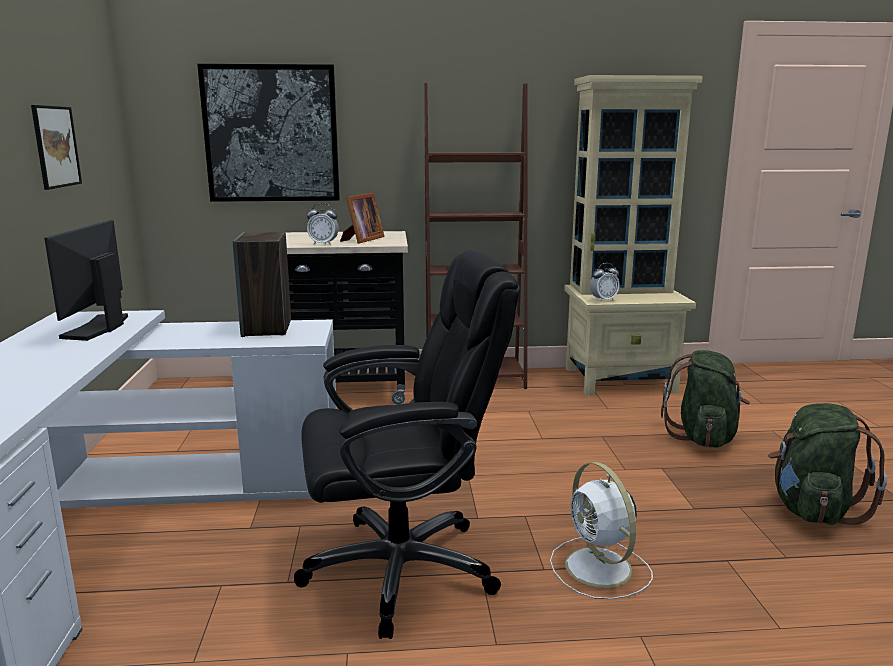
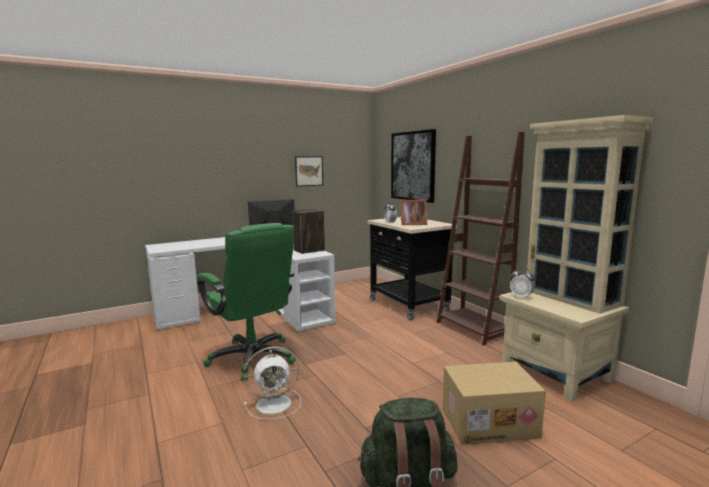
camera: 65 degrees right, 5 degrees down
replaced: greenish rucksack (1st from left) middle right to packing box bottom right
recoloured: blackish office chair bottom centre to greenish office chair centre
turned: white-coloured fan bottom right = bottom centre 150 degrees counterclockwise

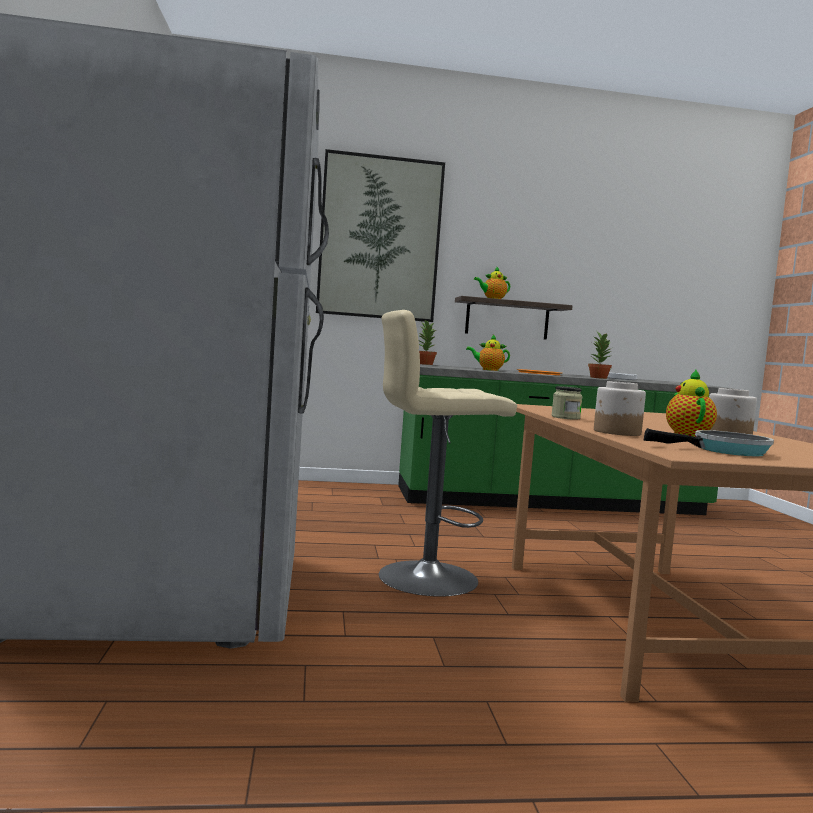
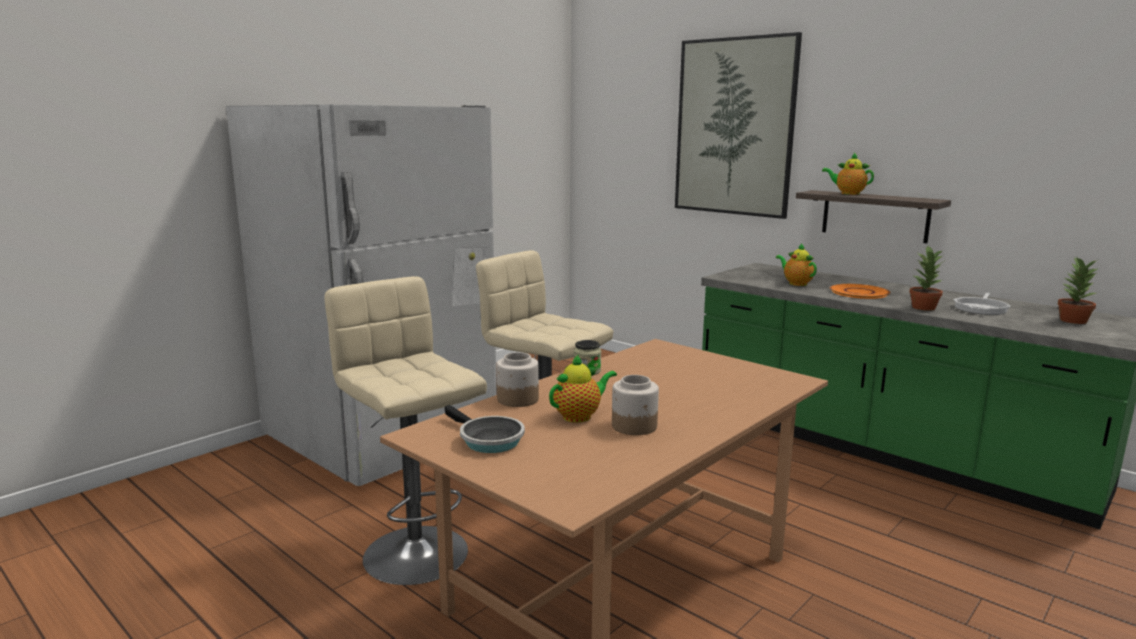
camera: 50 degrees right, 10 degrees up
added: sand-coloured sitting stool (1st from left) bottom centre
moved: plant in a pot (1st from left in the first image) centre to plant in a pot (2nd from left) middle right

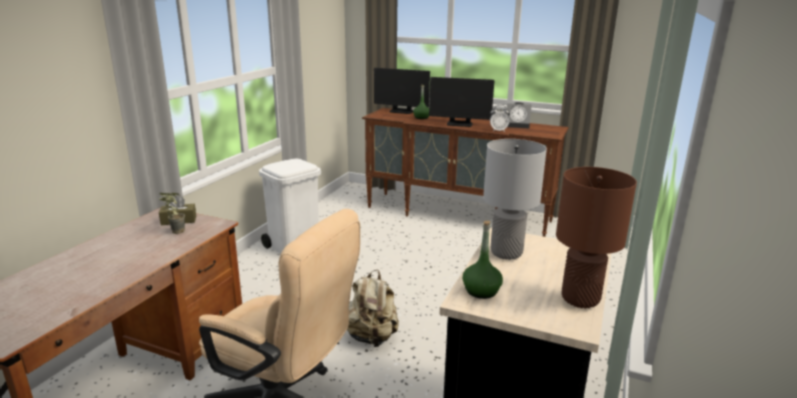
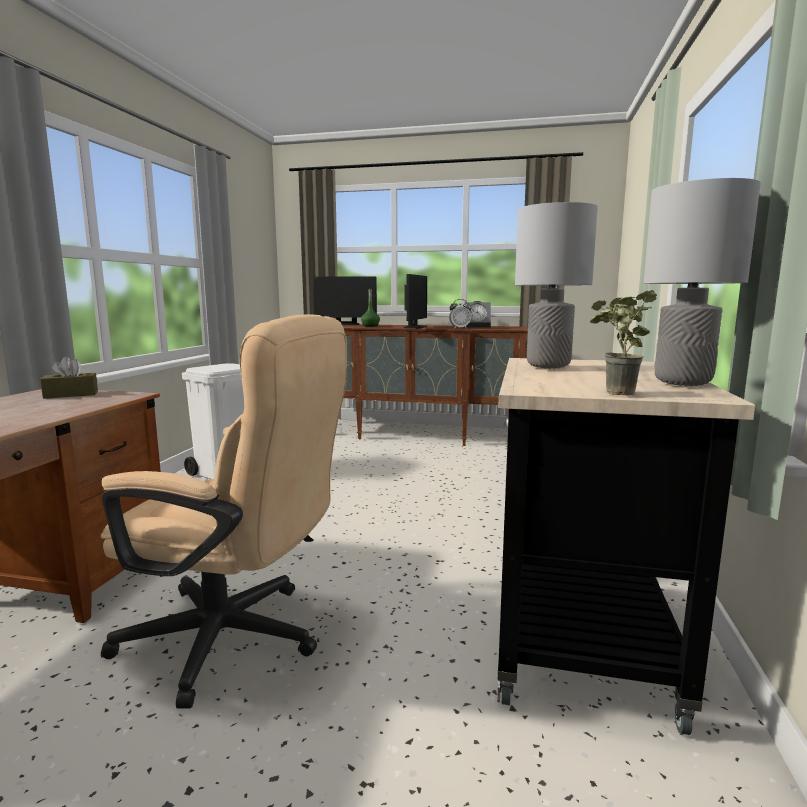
camera: 10 degrees left, 10 degrees down
removed: sand-coloured rucksack bottom centre; greenish drink bottle (2nd from left) centre
moved: plant in a pot middle left to middle right
recoloured: brownish tabletop lamp middle right to grey tabletop lamp (2nd from left) middle right
turned: computer display (2nd from left) top centre = centre 75 degrees counterclockwise

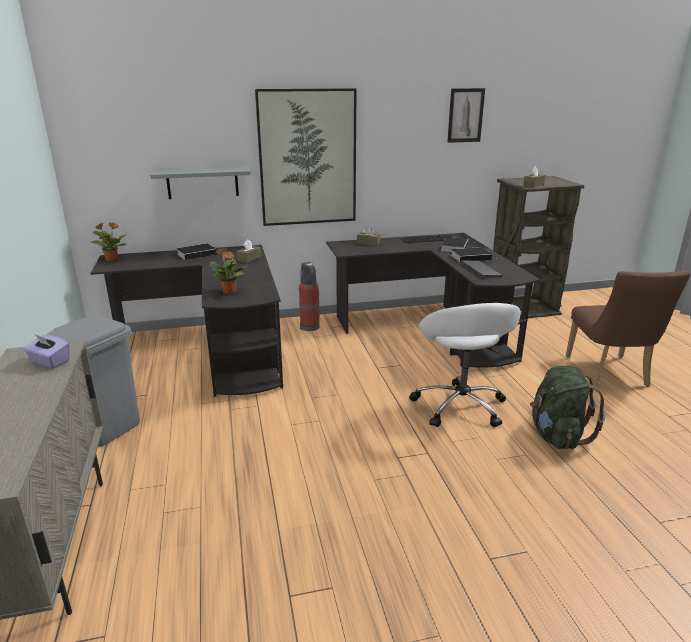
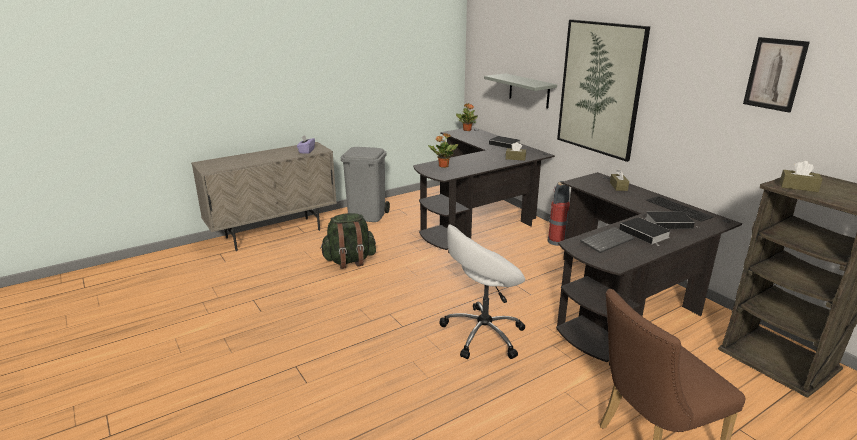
camera: 70 degrees right, 0 degrees up
moved: greenish rucksack middle right to centre

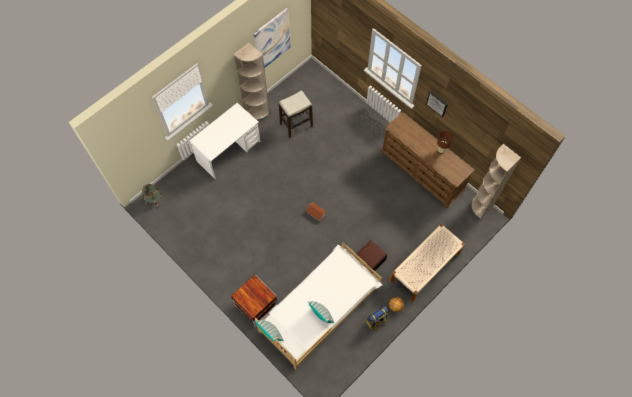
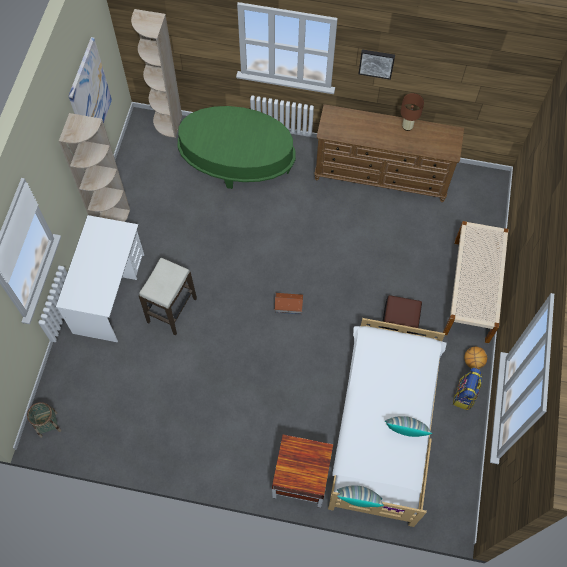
camera: 35 degrees left, 0 degrees up
added: greenish lounge table top centre
moved: sand-coloured shelving unit (2nd from left) middle right to top left; sitting stool top centre to middle left

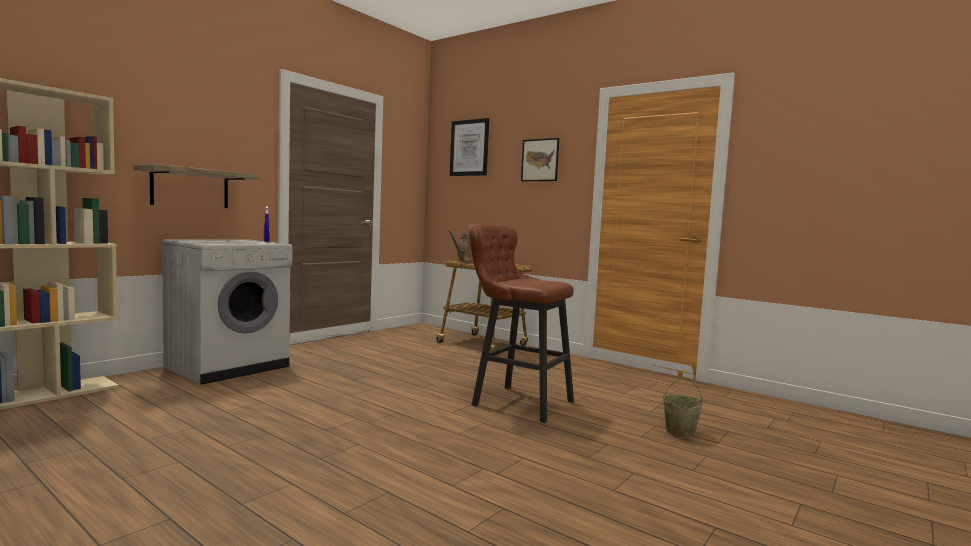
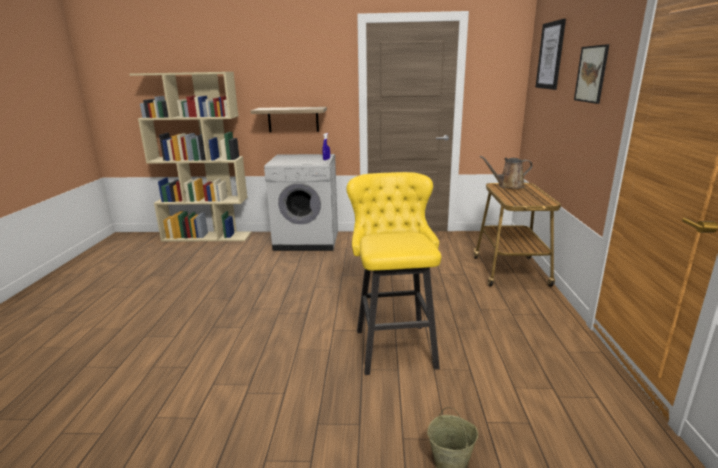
camera: 55 degrees right, 15 degrees up
recoloured: brownish sitting stool centre to yellow sitting stool centre

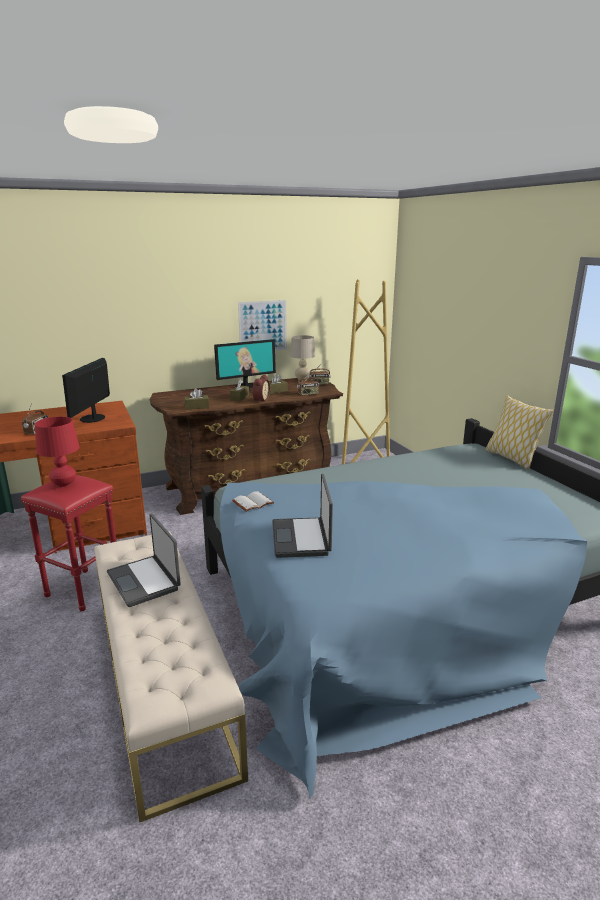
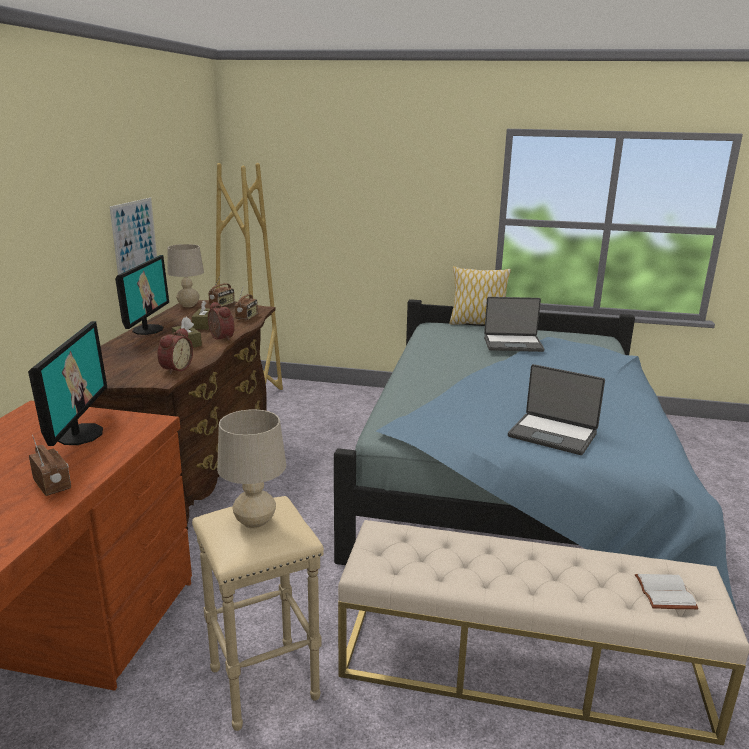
camera: 55 degrees left, 0 degrees up
moved: portable computer (1st from left) middle left to middle right; white-coloured book centre to bottom right
replaced: brownish box of tissues (1st from left) middle left to table clock (1st from left) middle left
recoloured: red sitting stool middle left to sand-coloured sitting stool bottom centre; red tabletop lamp middle left to sand-coloured tabletop lamp (2nd from left) centre
turned: computer display (1st from left) middle left = middle left 135 degrees counterclockwise

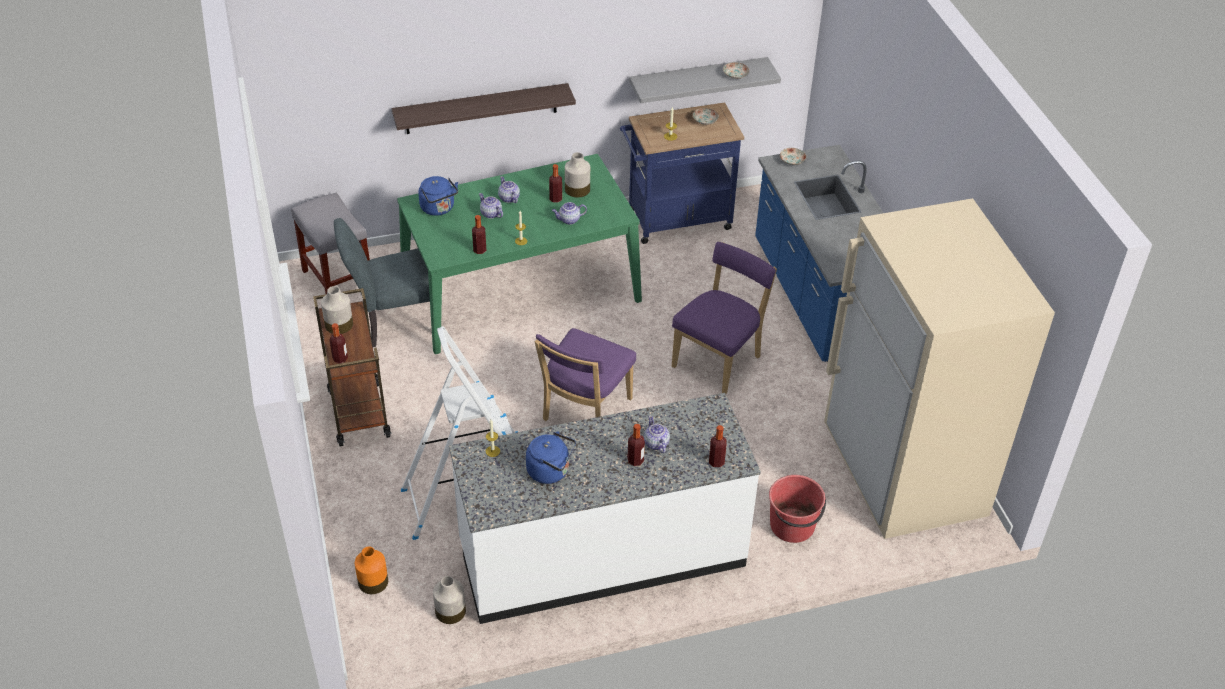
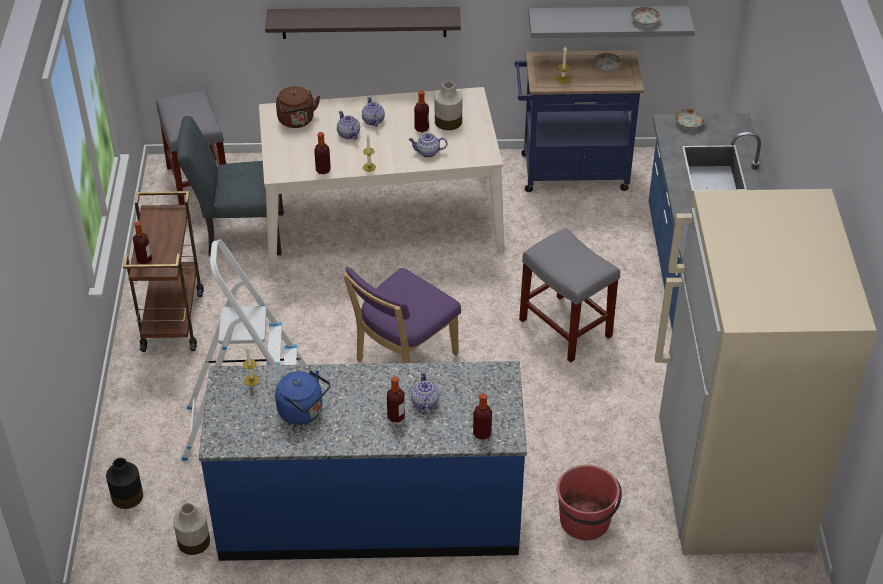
camera: 15 degrees right, 0 degrees up
removed: sand-coloured vase (1st from left) middle left
replaced: purplish plain chair (2nd from left) centre to grey sitting stool (2nd from left) centre
recoloured: orangey vase bottom left to blackish vase bottom left; white-coloured kitchen base unit bottom centre to bluish kitchen base unit (1st from left) bottom centre; greenish dinner table centre to sand-coloured dinner table top centre; bluish kettle (1st from left) top centre to brownish kettle top centre

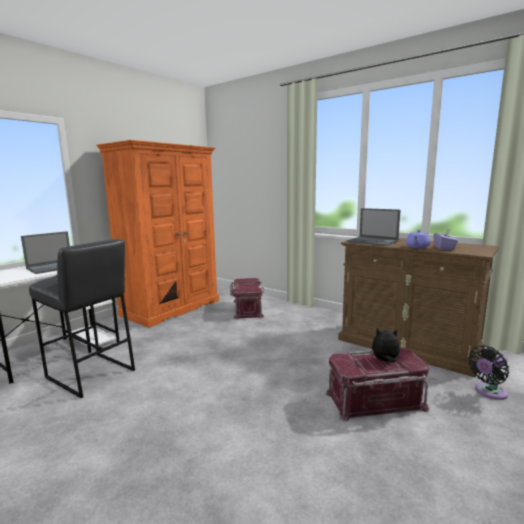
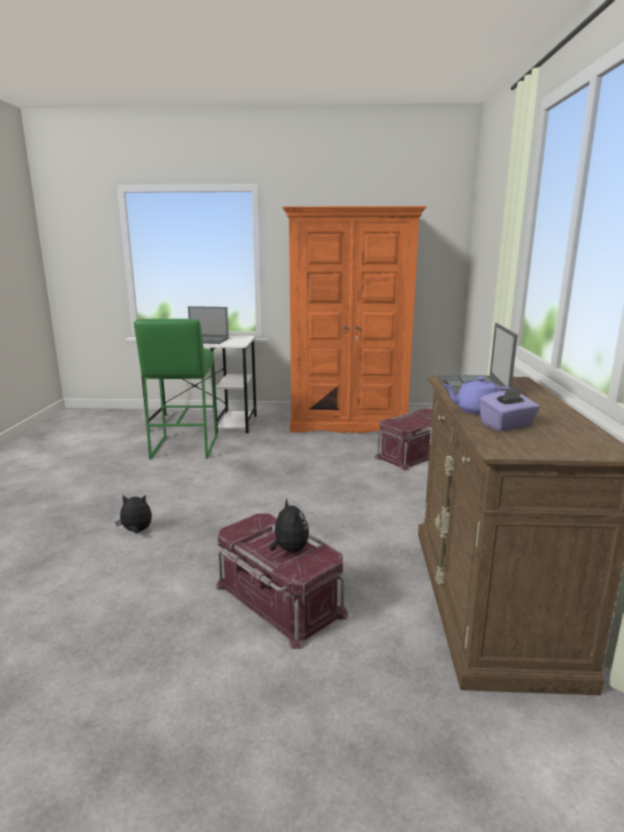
camera: 55 degrees right, 5 degrees up
removed: blackish fan bottom right
added: plush toy (1st from left) middle left
recoloured: grey sitting stool middle left to greenish sitting stool middle left

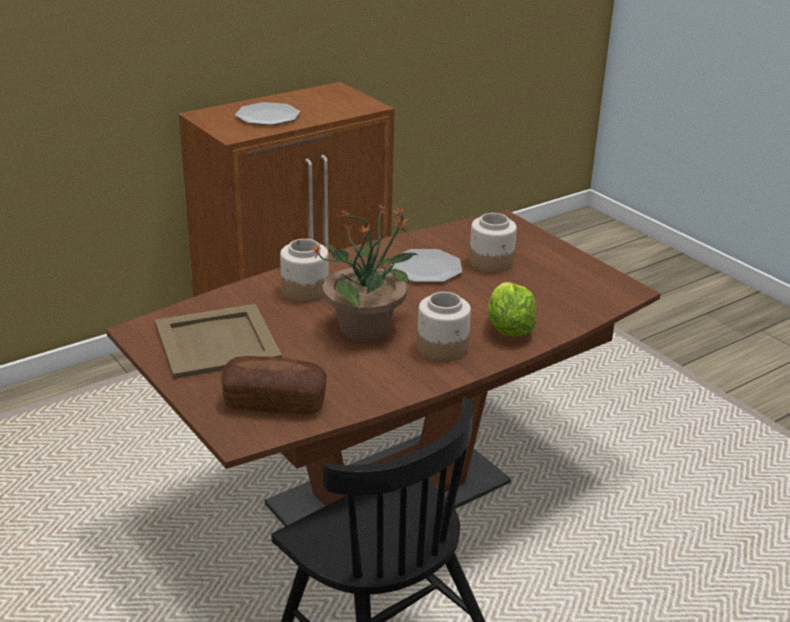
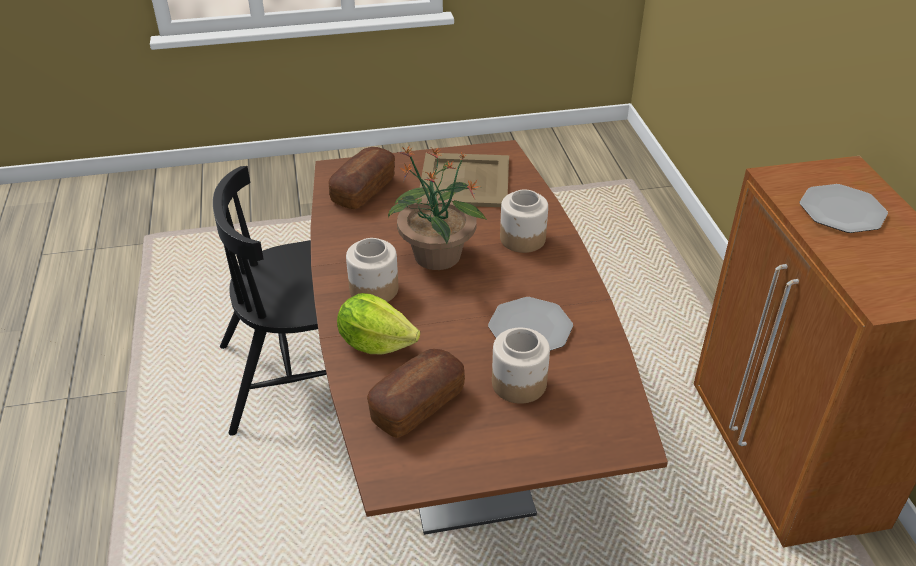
camera: 115 degrees right, 10 degrees up
added: baked bread (2nd from left) bottom centre

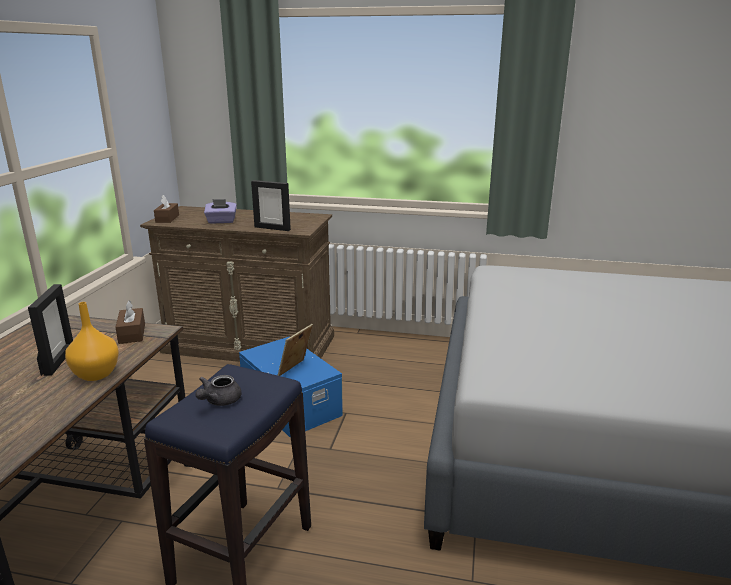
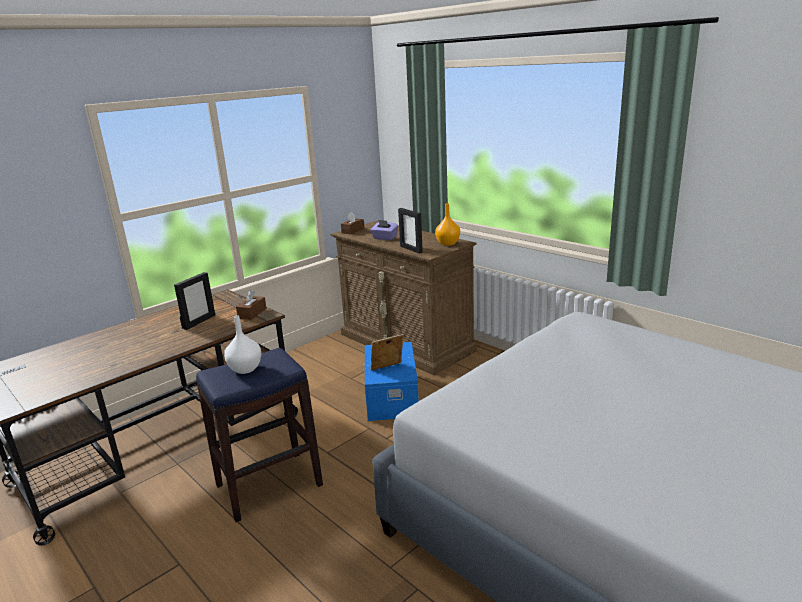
camera: 35 degrees right, 0 degrees up
moved: orangey vase middle left to centre
replaced: grey tea pot bottom left to white-coloured vase middle left

